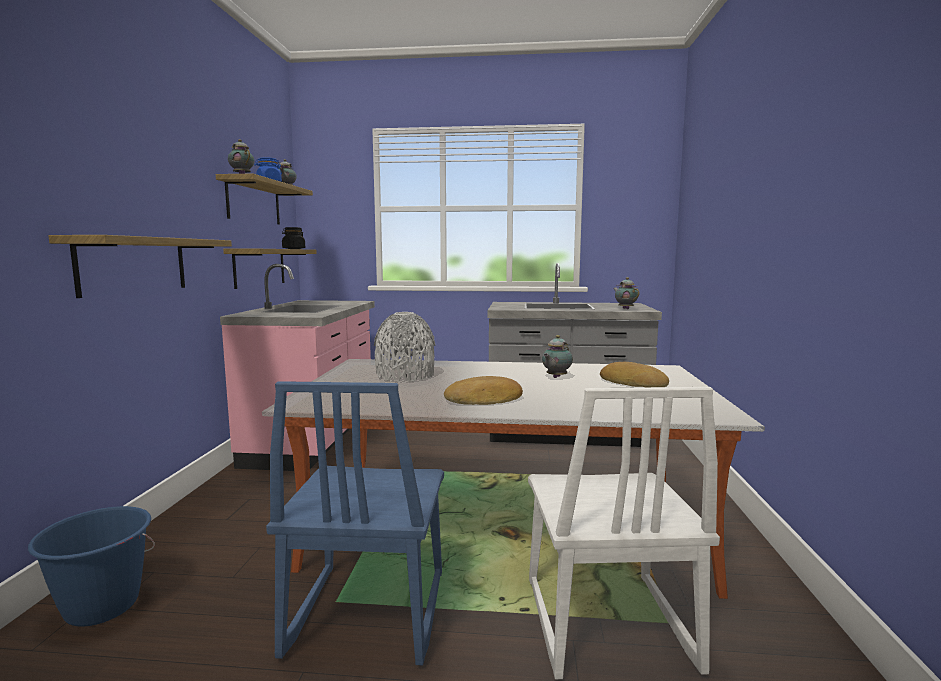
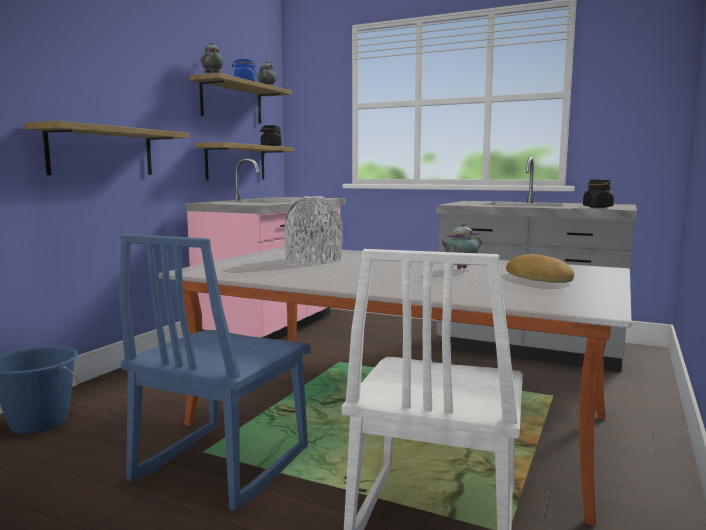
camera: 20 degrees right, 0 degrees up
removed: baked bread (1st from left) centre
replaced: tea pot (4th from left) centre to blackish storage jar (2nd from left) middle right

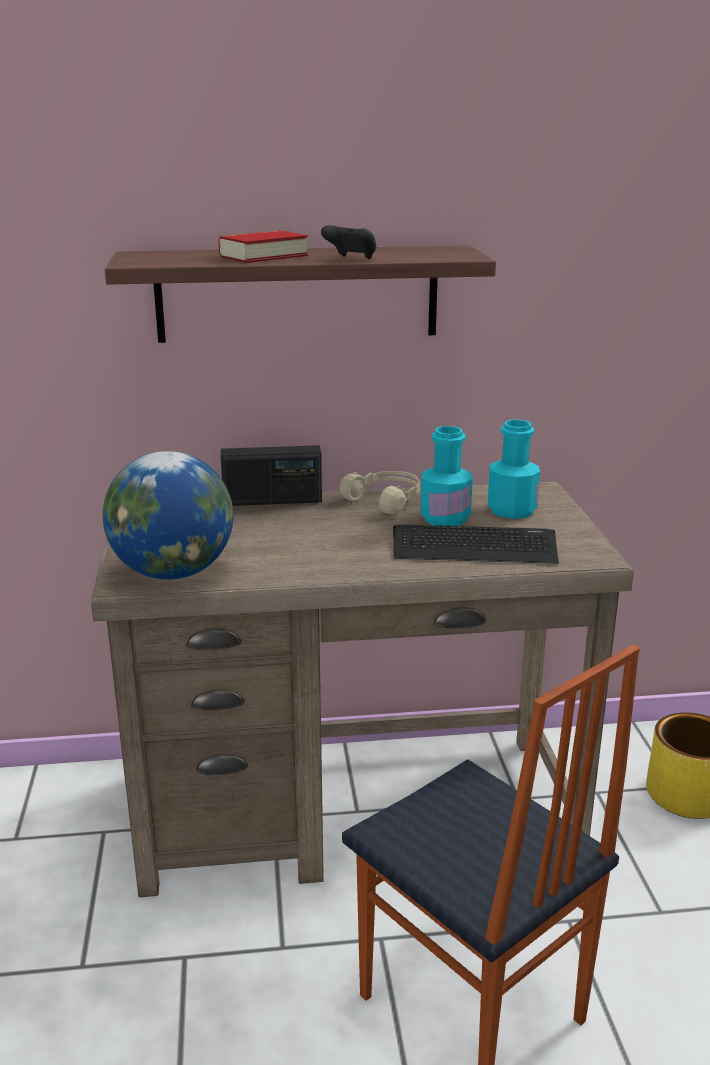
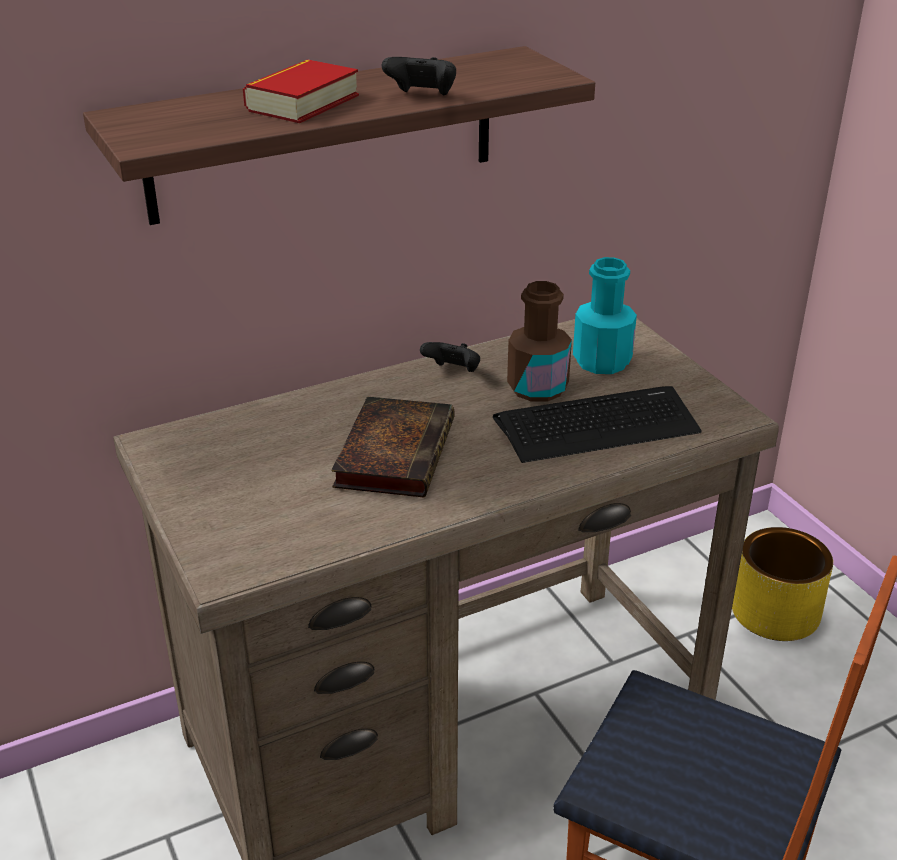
camera: 20 degrees left, 10 degrees up
removed: world globe middle left; radio centre
added: book (2nd from left) centre
replaced: sand-coloured pair of headphones centre to blackish joypad (2nd from left) centre
recoloured: blue-green drink bottle (1st from left) centre to brownish drink bottle centre

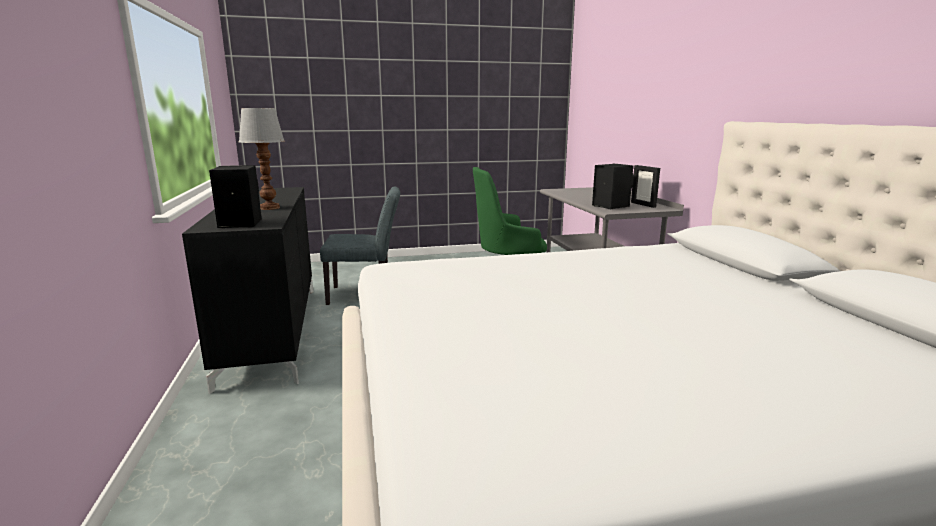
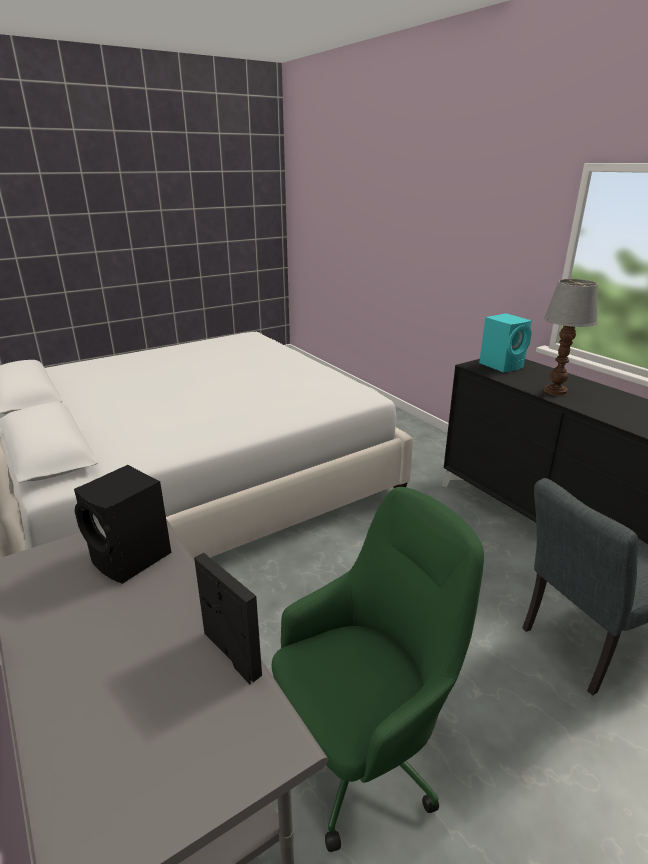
camera: 160 degrees right, 10 degrees up
moved: picture frame middle right to bottom centre
recoloured: blackish speaker (1st from left) middle left to blue-green speaker middle right

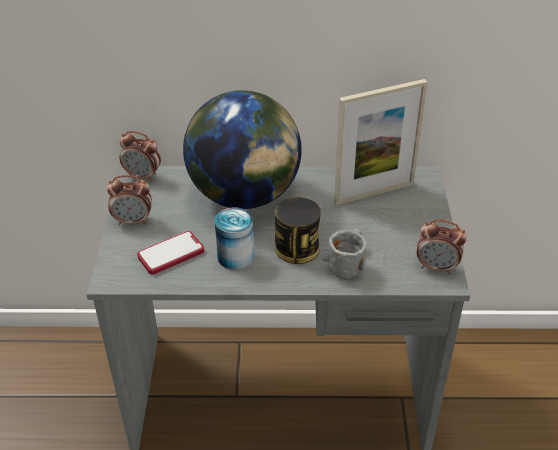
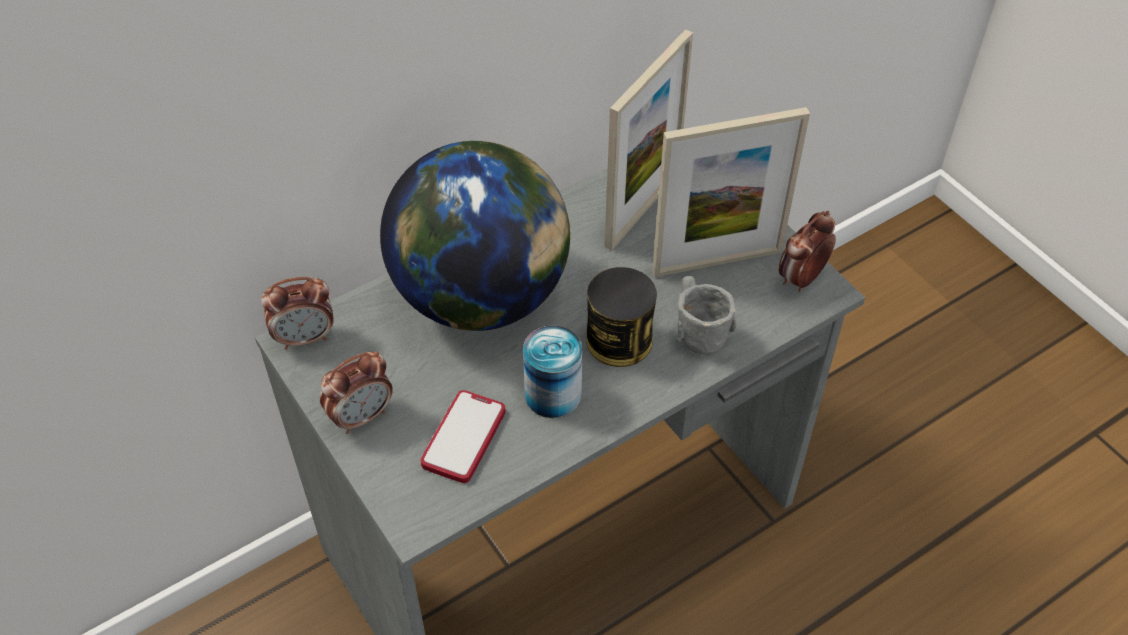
camera: 35 degrees left, 10 degrees up
added: picture frame (2nd from left) top centre
turned: table clock (3rd from left) middle right = middle right 150 degrees clockwise

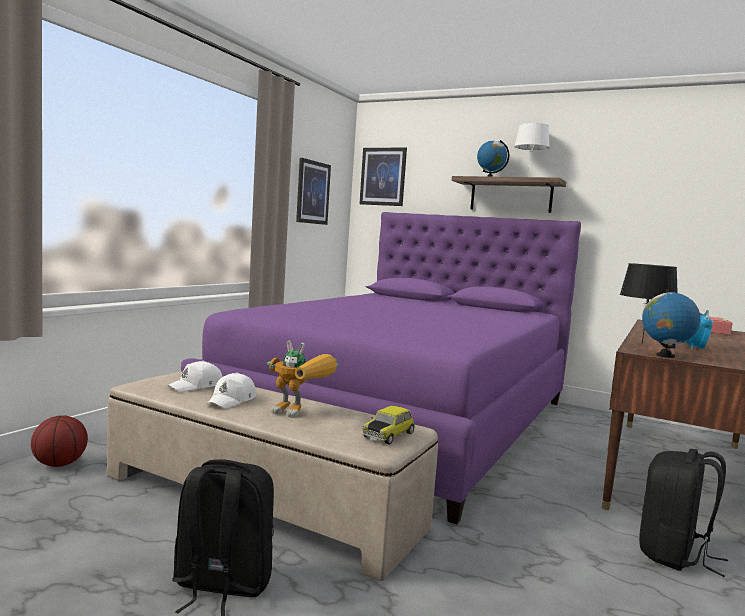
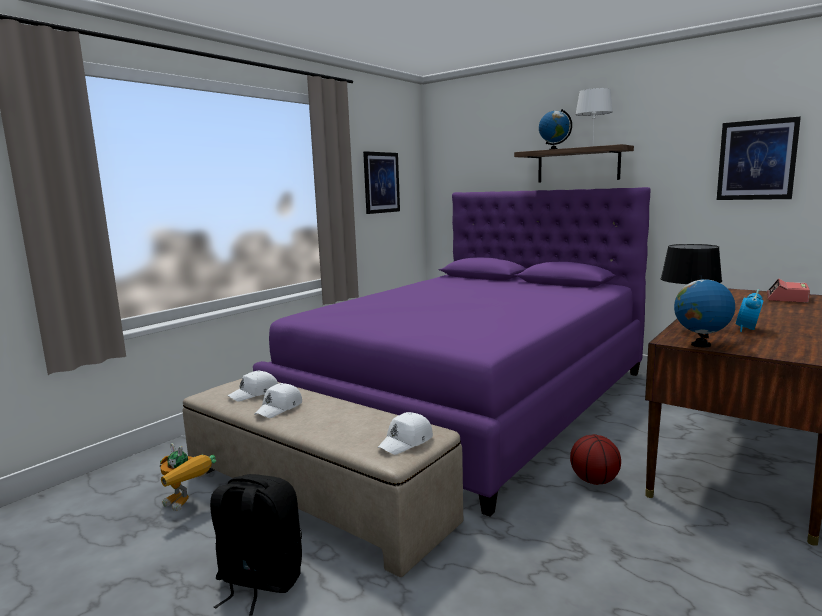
camera: 10 degrees right, 5 degrees up
removed: blackish rucksack (2nd from left) bottom right
moved: toy robot centre to bottom left; ball for basketball bottom left to bottom right; wall picture (2nd from left) top centre to top right
replaced: miniature car bottom centre to white-coloured cap (3rd from left) bottom centre

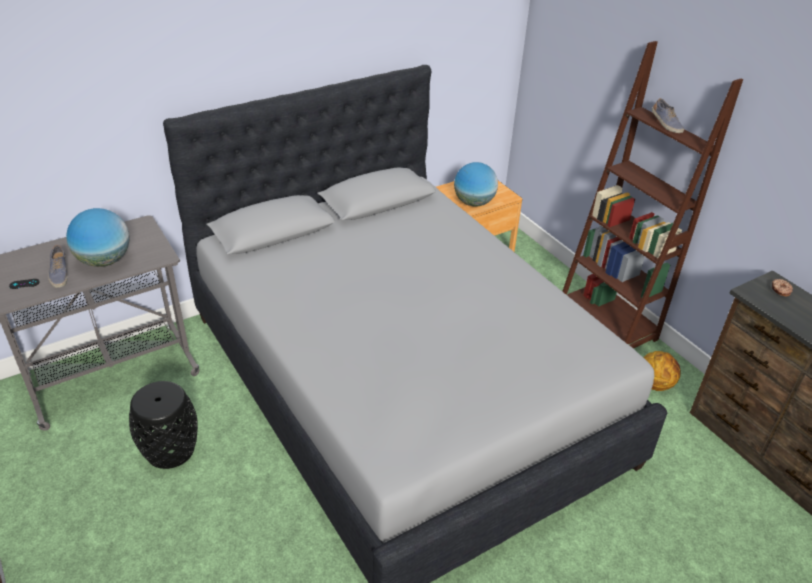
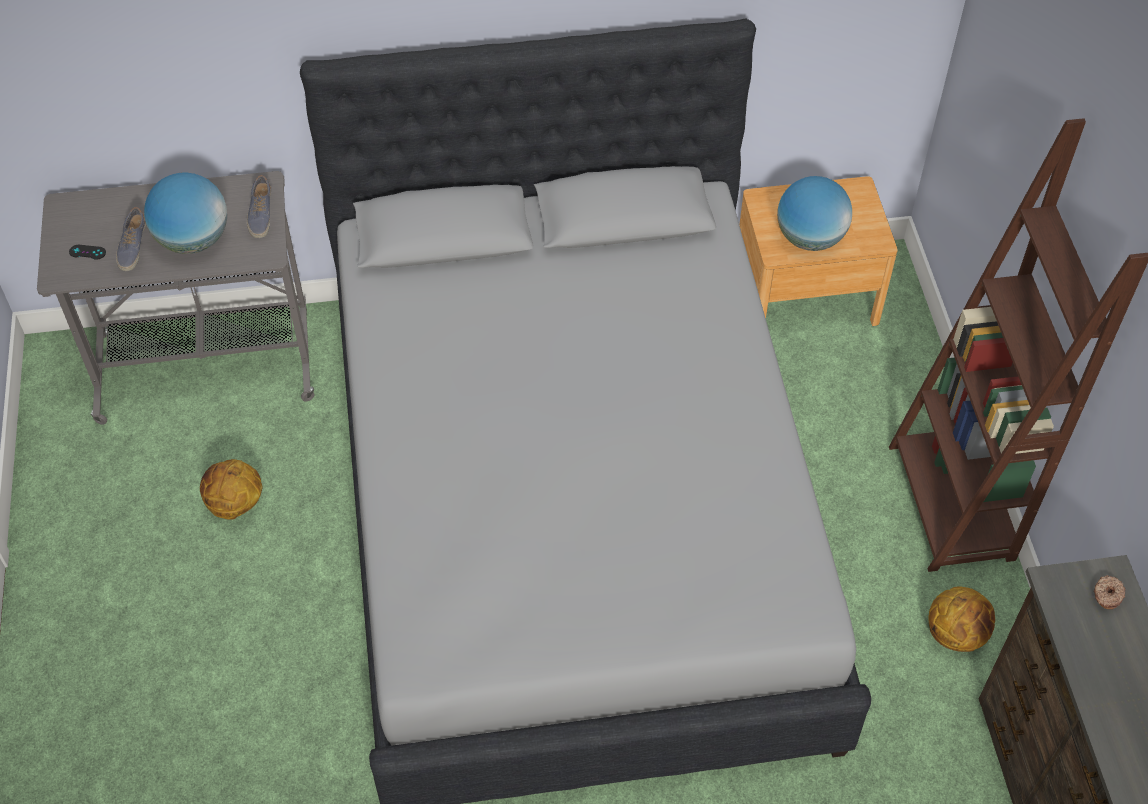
camera: 25 degrees right, 15 degrees up
moved: item of footwear (2nd from left) top right to top left
replaced: blackish sitting stool bottom left to ball for basketball (1st from left) middle left

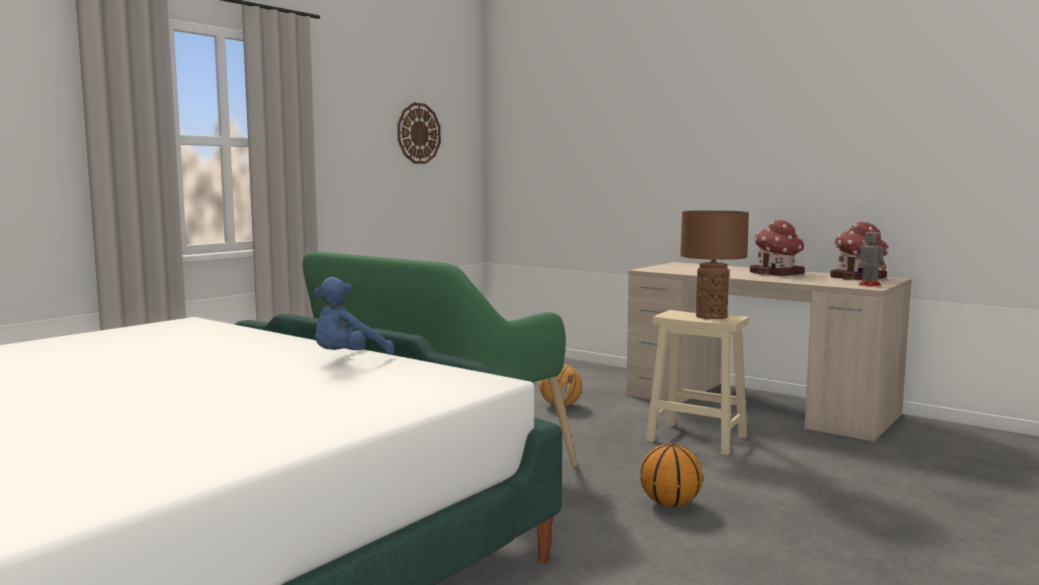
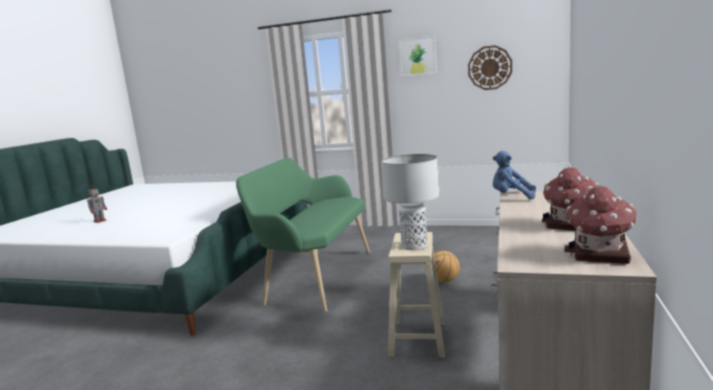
camera: 70 degrees right, 5 degrees up
removed: ball for basketball (2nd from left) bottom centre
added: wall picture top centre
moved: toy robot middle right to middle left; bluish plush toy centre to middle right
recoloured: brownish tabletop lamp middle right to white-coloured tabletop lamp centre

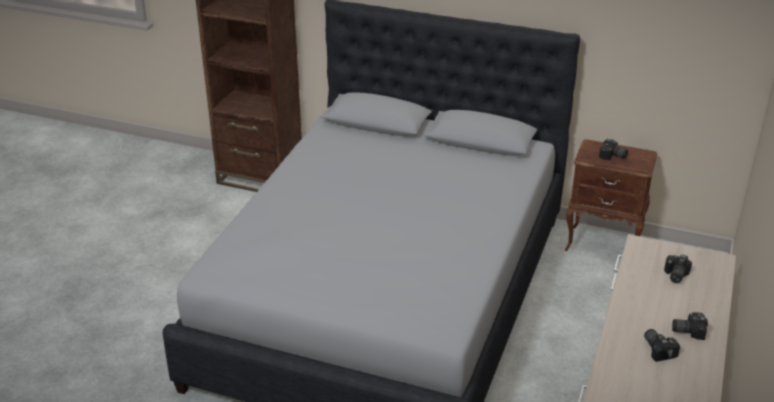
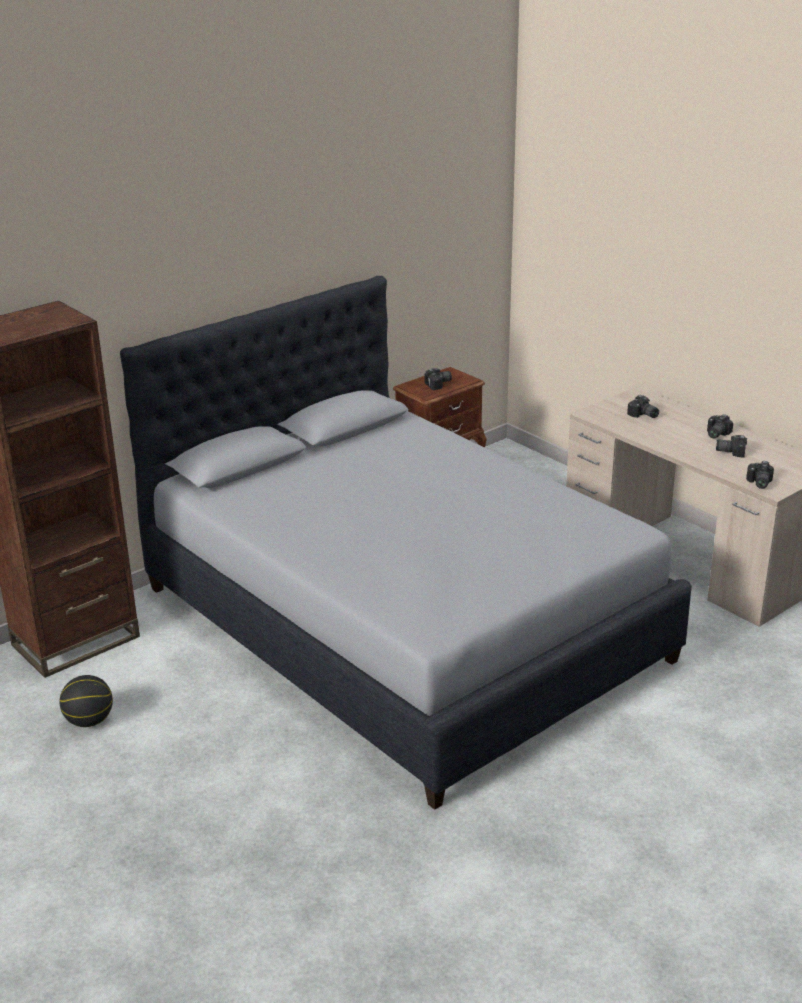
camera: 60 degrees left, 5 degrees down
added: ball for basketball bottom left; still camera (5th from left) middle right

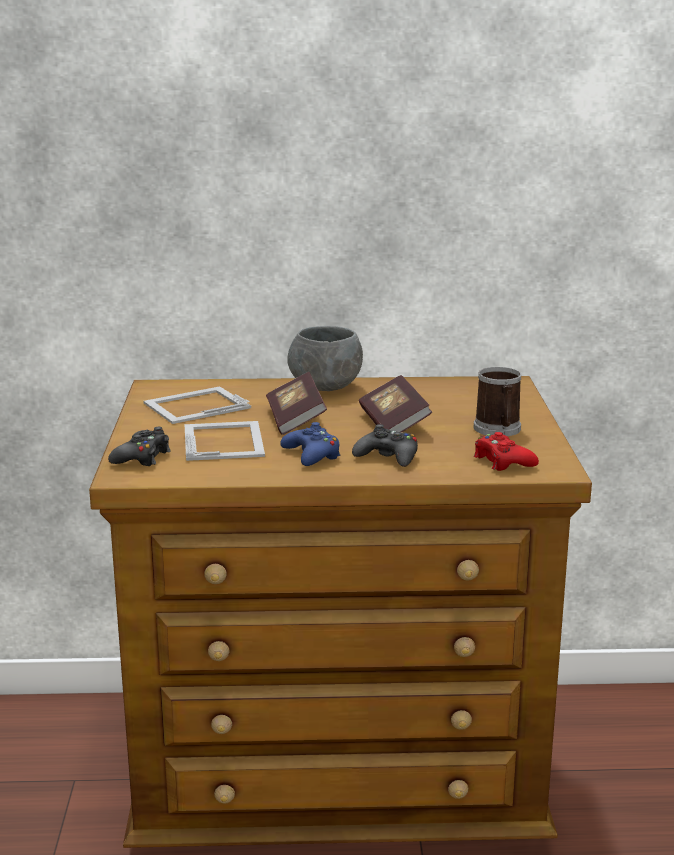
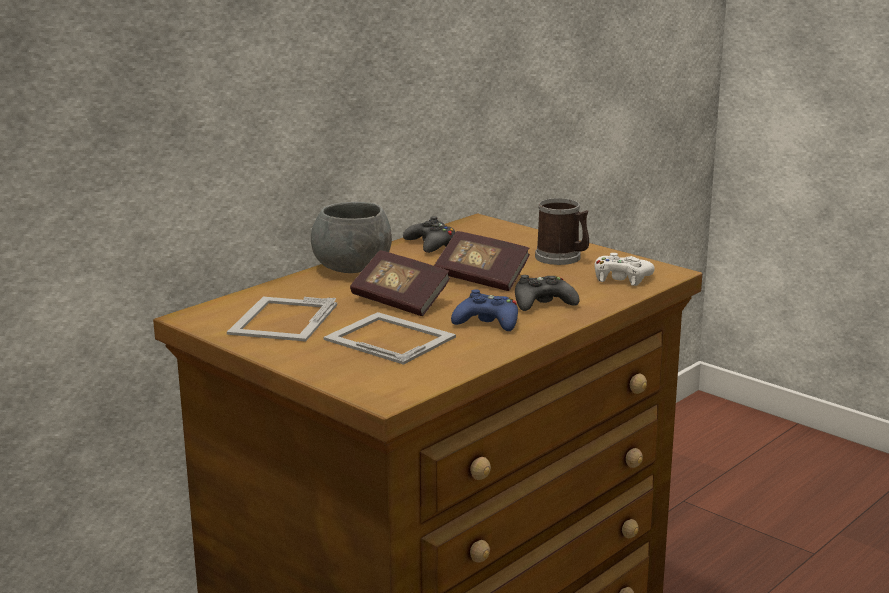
camera: 45 degrees left, 0 degrees up
moved: blackish joypad (1st from left) middle left to centre
recoloured: red joypad middle right to white-coloured joypad middle right

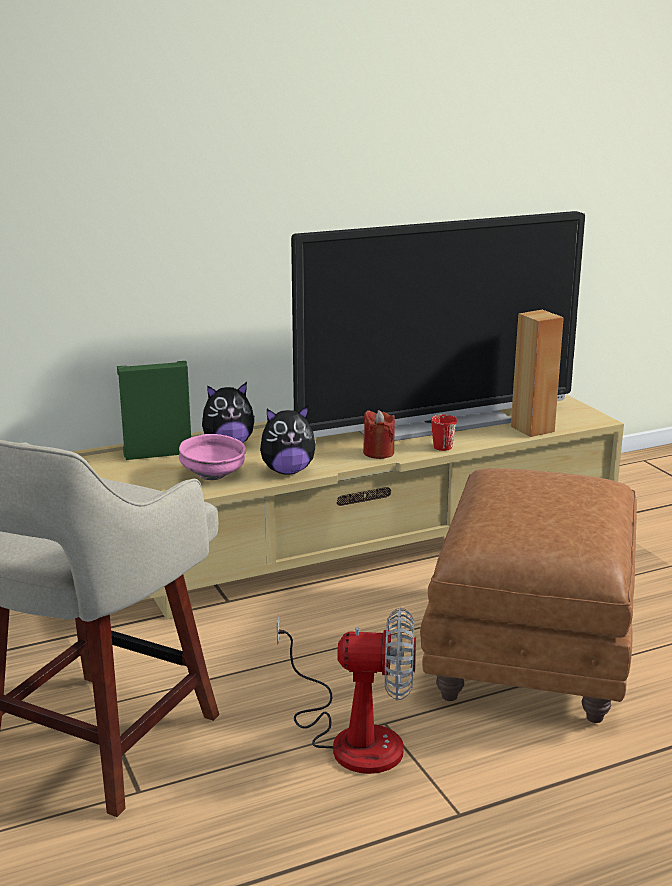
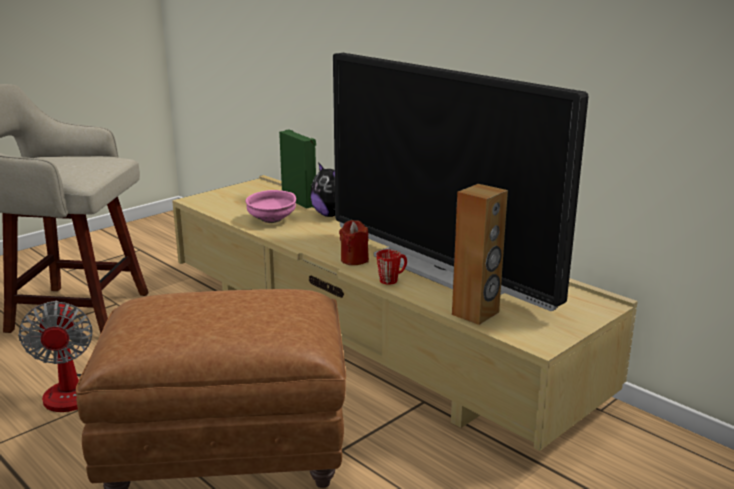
camera: 70 degrees right, 0 degrees up
removed: plush toy (2nd from left) centre

